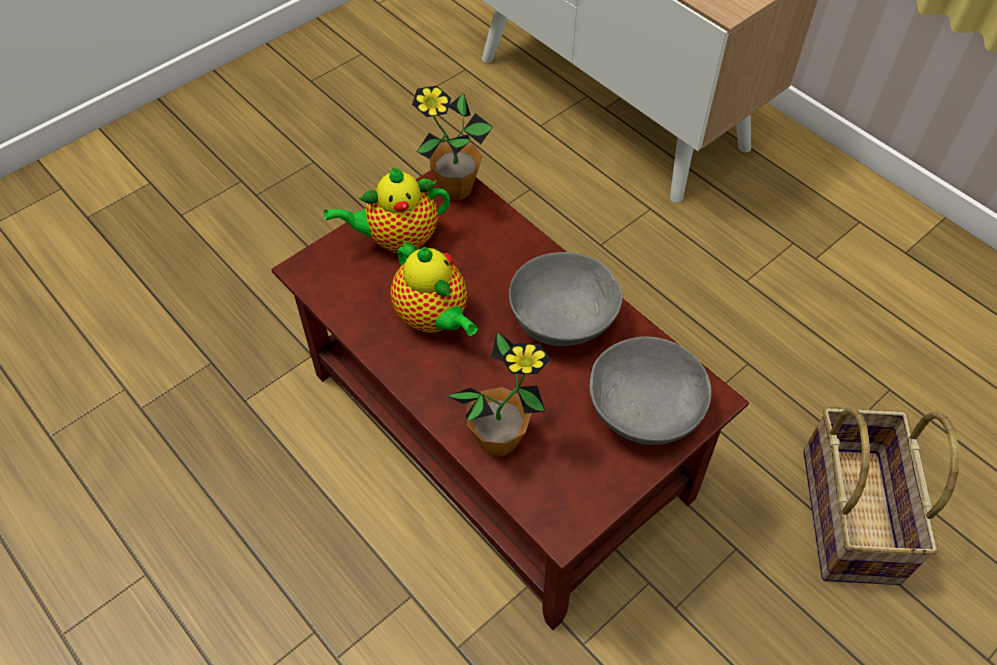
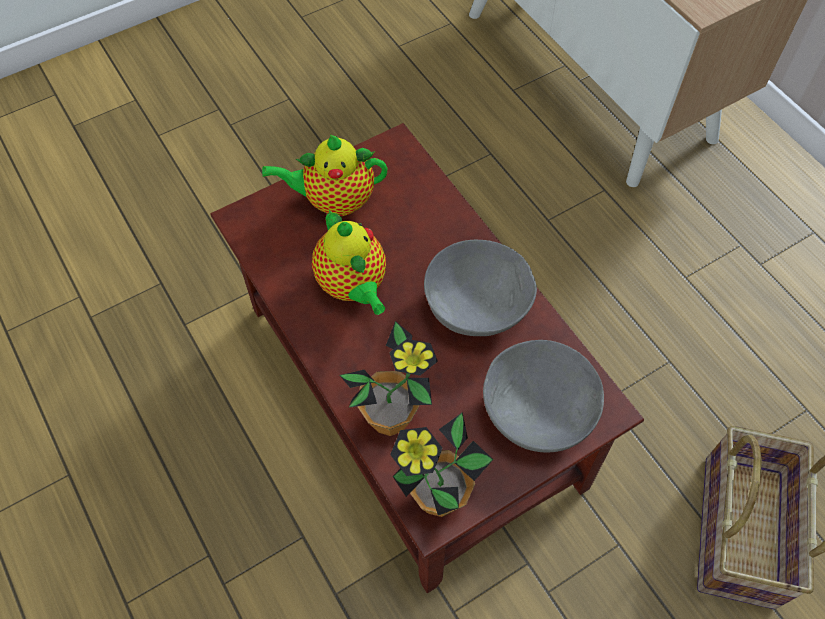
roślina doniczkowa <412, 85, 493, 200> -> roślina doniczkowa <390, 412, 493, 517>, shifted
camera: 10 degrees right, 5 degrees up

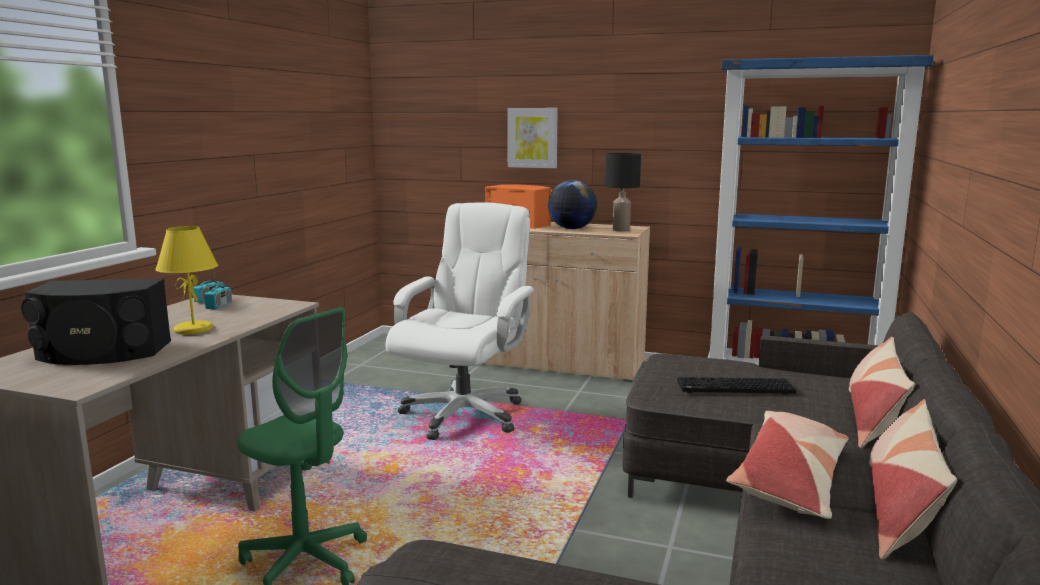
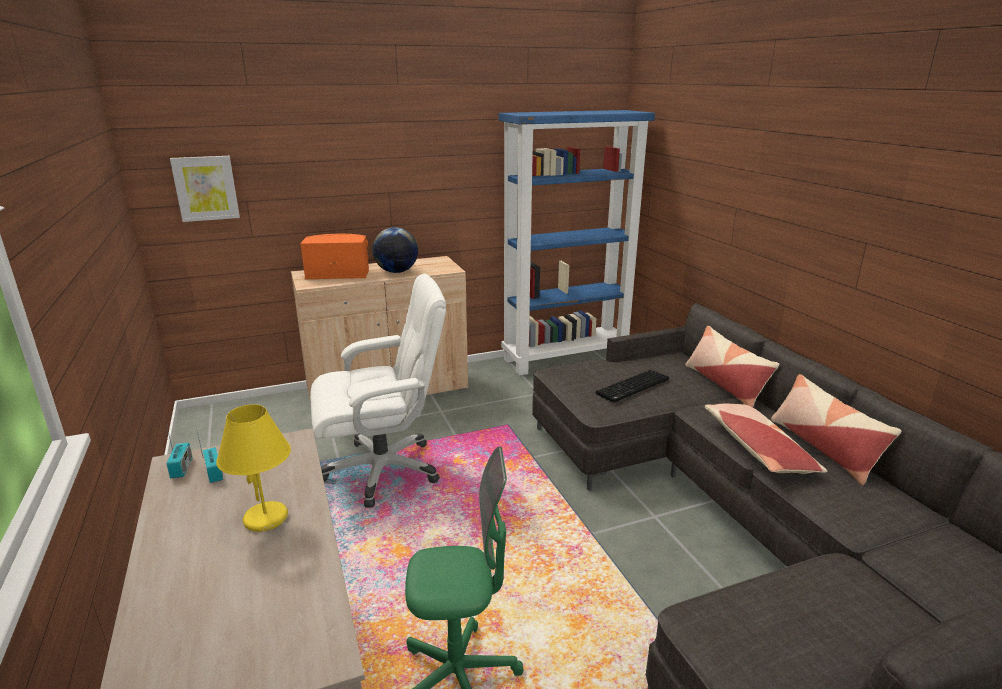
głośnik (czarny) <21, 278, 171, 365> -> none
krzesło biurowe (biały) <386, 202, 536, 440> -> krzesło biurowe (biały) <310, 274, 446, 508>, 90 degrees clockwise
obraz <507, 108, 558, 168> -> obraz <170, 156, 240, 222>, shifted
lampa stołowa (czarny) <605, 153, 641, 232> -> none
camera: 40 degrees left, 10 degrees up

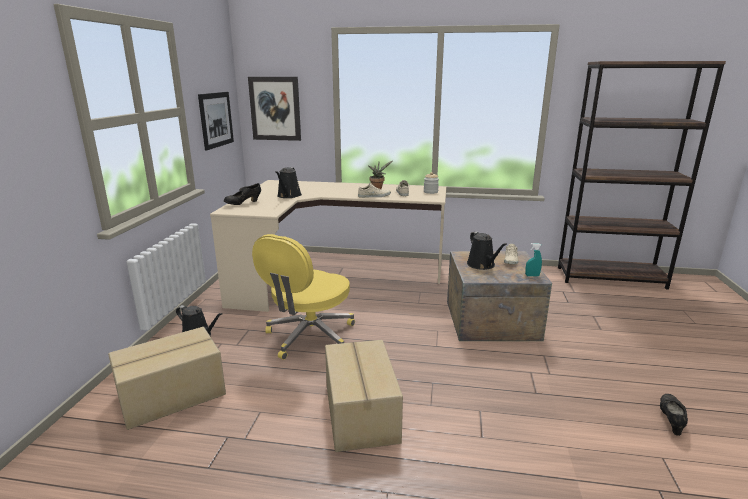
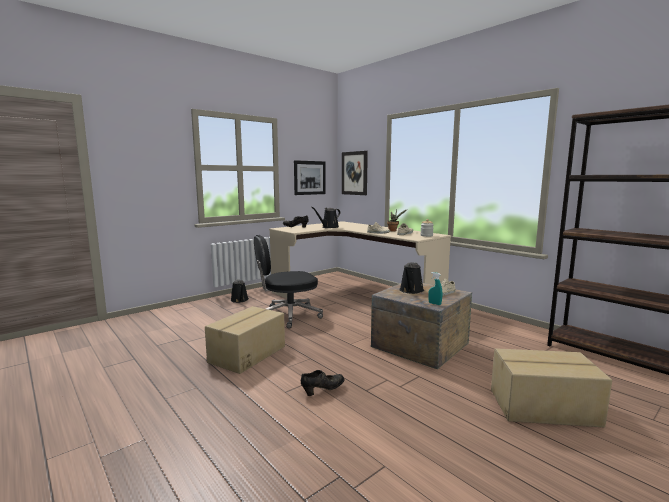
karton <108, 327, 226, 430> -> karton <491, 348, 612, 427>, shifted
krzesło biurowe (żółty) <252, 234, 355, 360> -> krzesło biurowe (czarny) <254, 235, 323, 328>
but (czarny) <660, 394, 688, 436> -> but (czarny) <301, 370, 345, 396>, shifted
camera: 40 degrees right, 10 degrees down

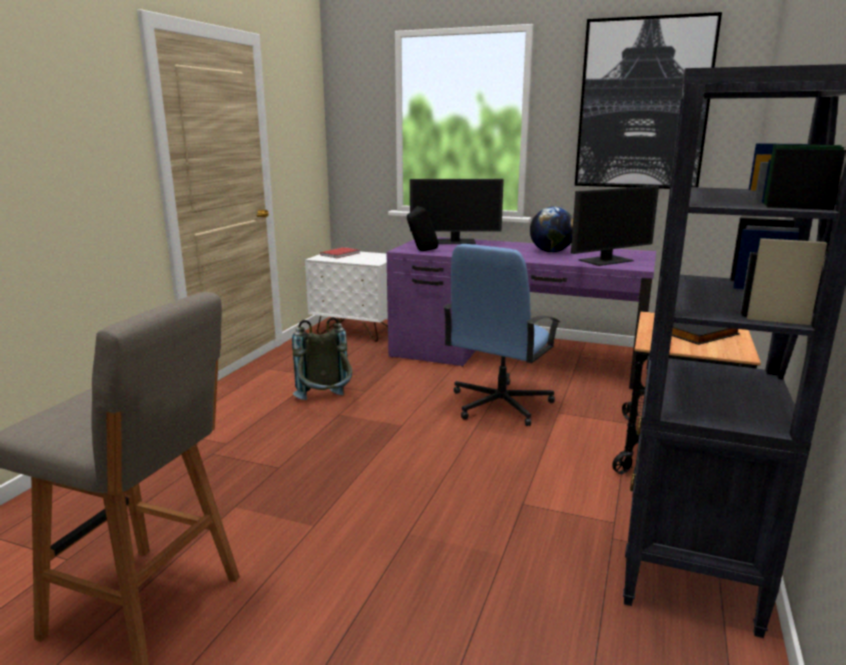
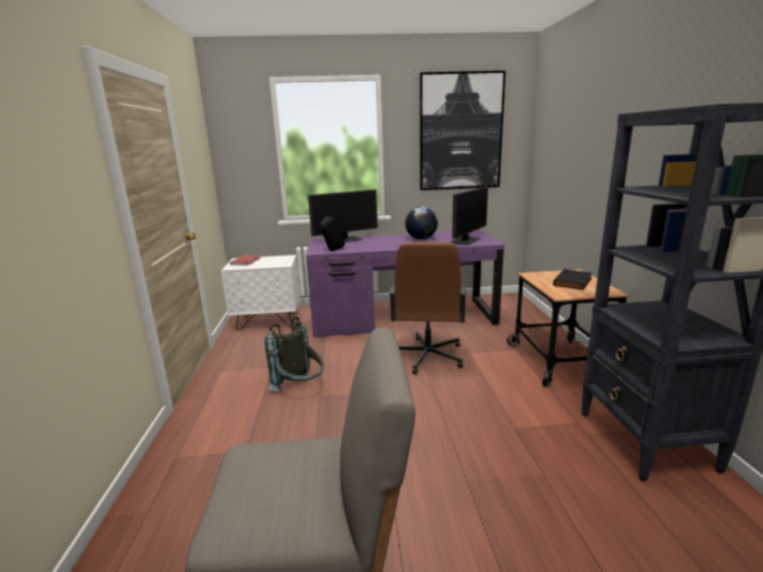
krzesło biurowe (niebieski) <443, 244, 560, 426> -> krzesło biurowe (brązowy) <389, 242, 467, 375>
camera: 25 degrees left, 0 degrees up

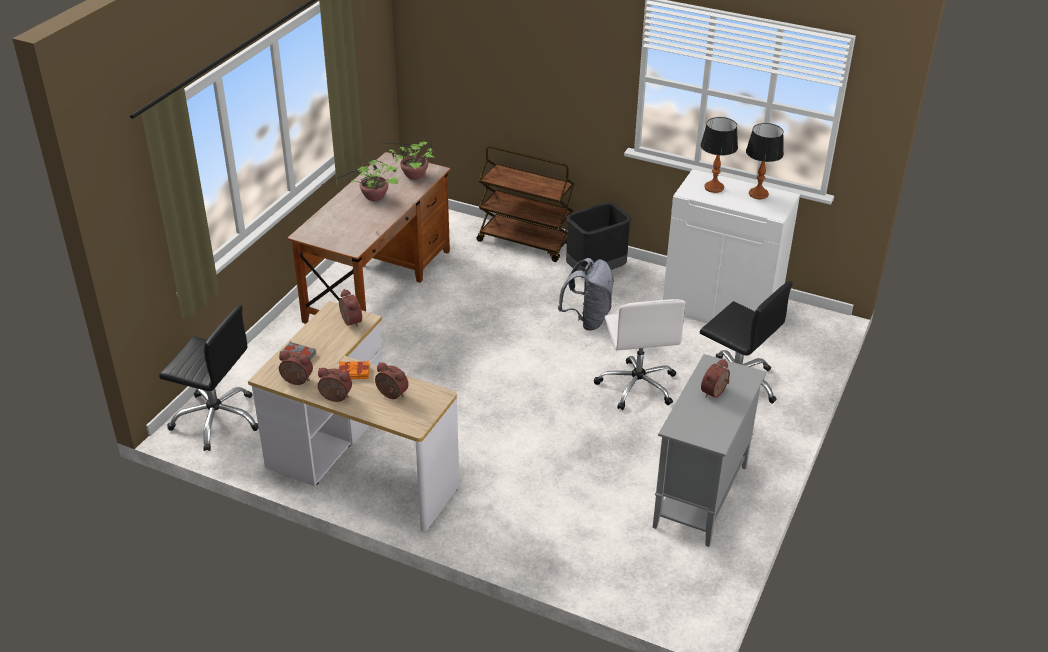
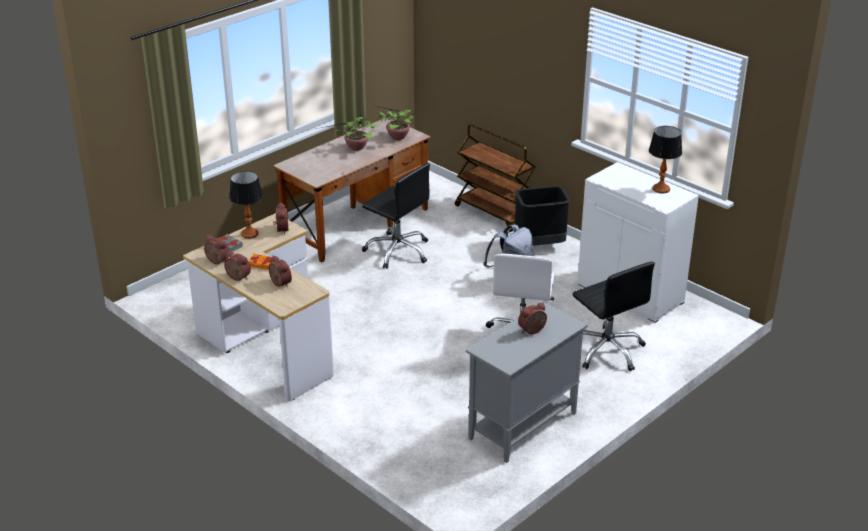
krzesło biurowe (czarny) <159, 305, 259, 451> -> krzesło biurowe (czarny) <362, 163, 430, 269>, shifted
lampa stołowa <701, 117, 738, 193> -> lampa stołowa <229, 171, 263, 239>, shifted
camera: 20 degrees right, 5 degrees down

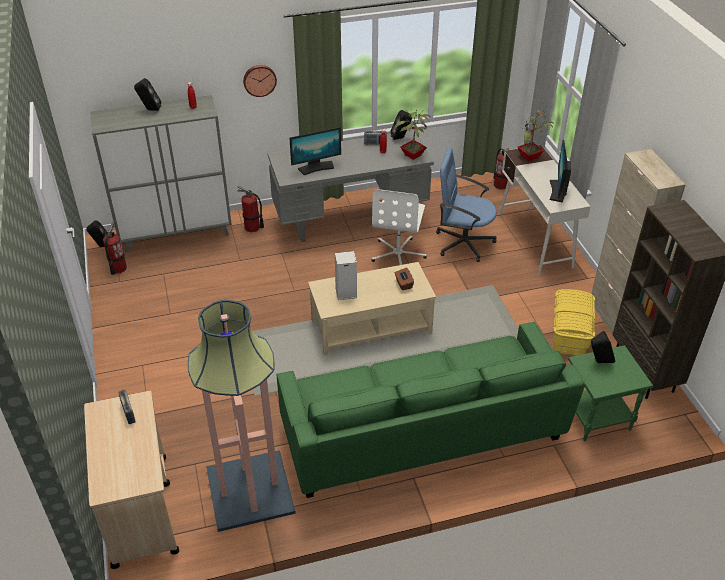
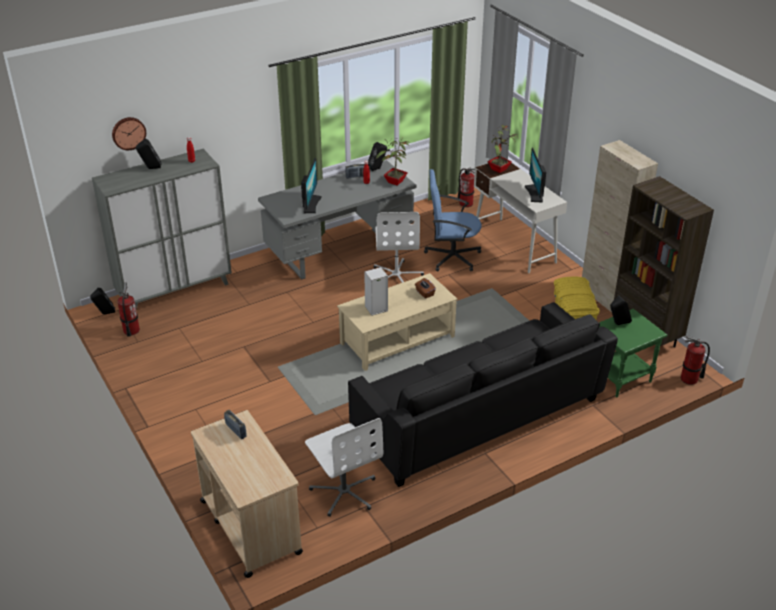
lampa stojąca <188, 300, 296, 532> -> krzesło biurowe (biały) <305, 418, 383, 517>
gaśnica <237, 186, 264, 232> -> gaśnica <681, 336, 710, 385>, shifted
zegar ścienny <243, 65, 277, 97> -> zegar ścienny <112, 117, 146, 150>, shifted
kanapa (zielony) <277, 322, 585, 498> -> kanapa (czarny) <348, 302, 618, 487>
monitor <289, 127, 341, 175> -> monitor <301, 158, 322, 213>, 45 degrees counterclockwise
camera: 15 degrees left, 5 degrees down

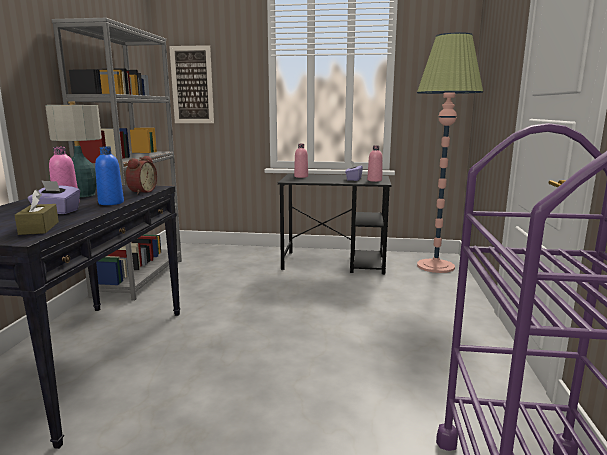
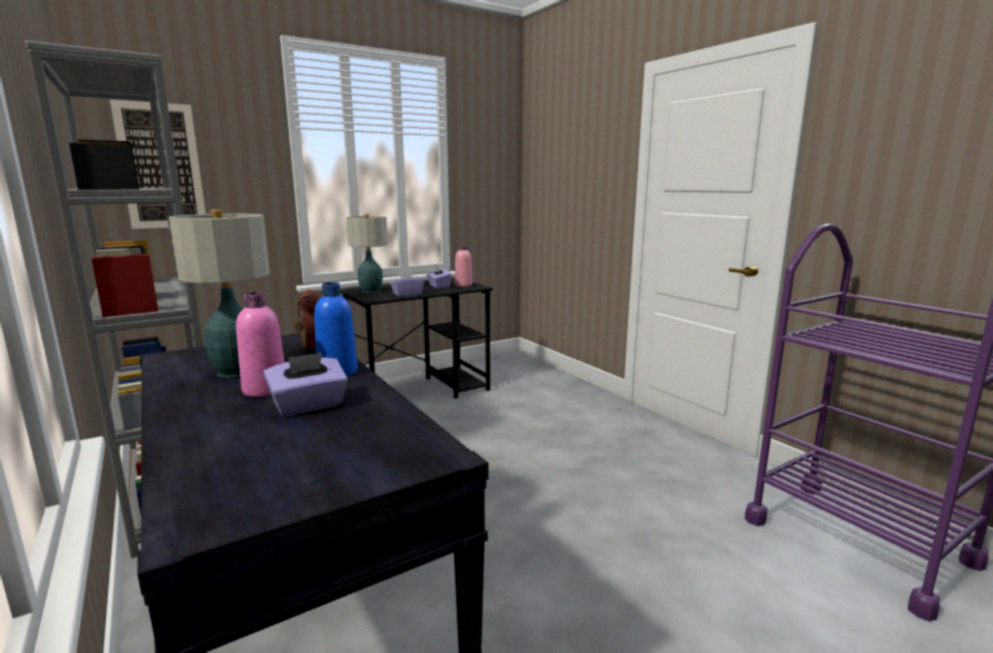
pudełko chusteczek (brązowy) <15, 189, 59, 235> -> none
butelka (różowy) <294, 144, 308, 178> -> lampa stołowa <346, 214, 388, 293>
lampa stojąca <417, 32, 483, 273> -> none
none -> pudełko chusteczek (fioletowy) <390, 271, 424, 297>
camera: 40 degrees left, 0 degrees up

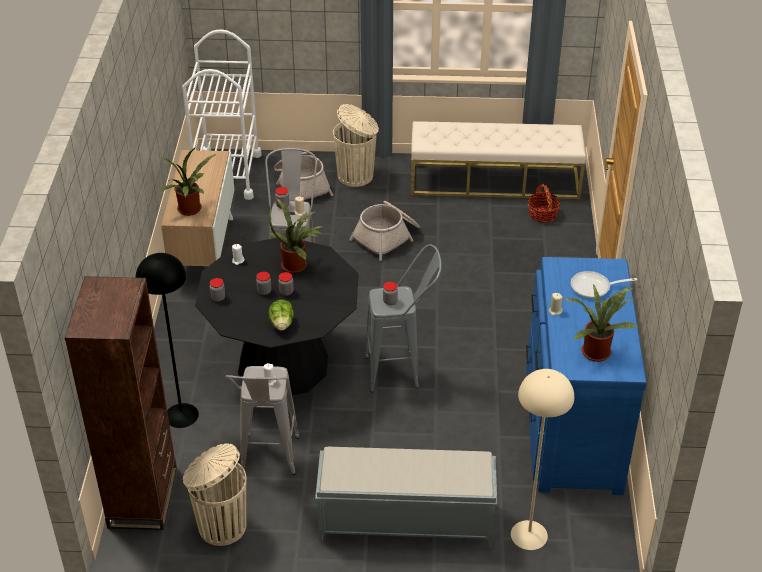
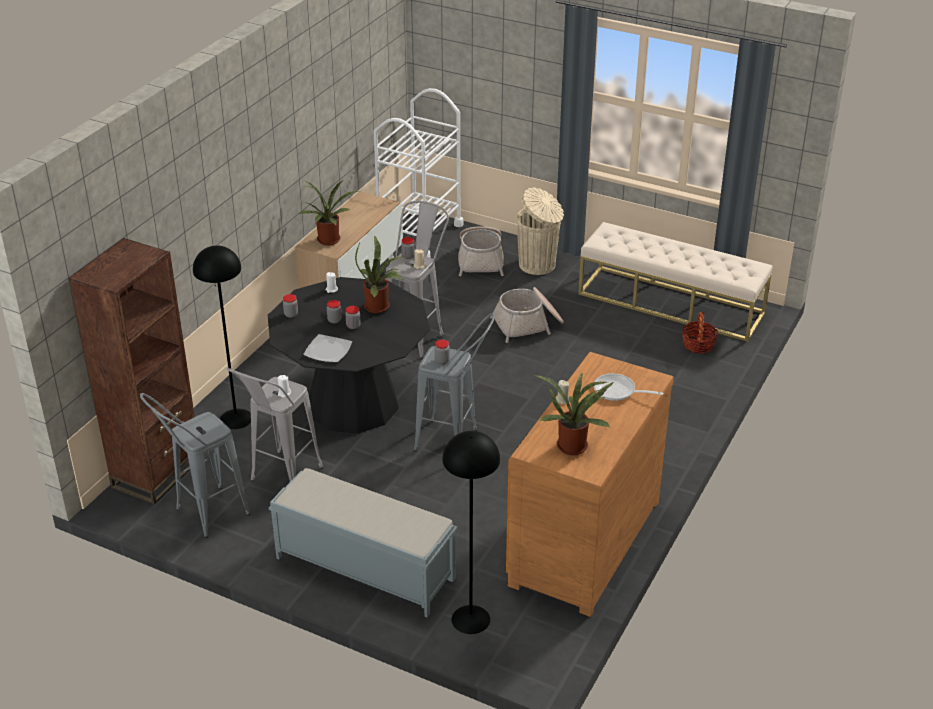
kosz na śmieci (beżowy) <183, 443, 247, 546> -> stołek (szary) <140, 393, 250, 538>
sałata <268, 300, 294, 331> -> talerz <303, 334, 352, 363>
lampa stojąca (beżowy) <511, 369, 574, 550> -> lampa stojąca (czarny) <442, 431, 500, 634>
komoda (niebieski) <526, 257, 647, 495> -> komoda (brązowy) <506, 352, 674, 617>
camera: 25 degrees right, 5 degrees down

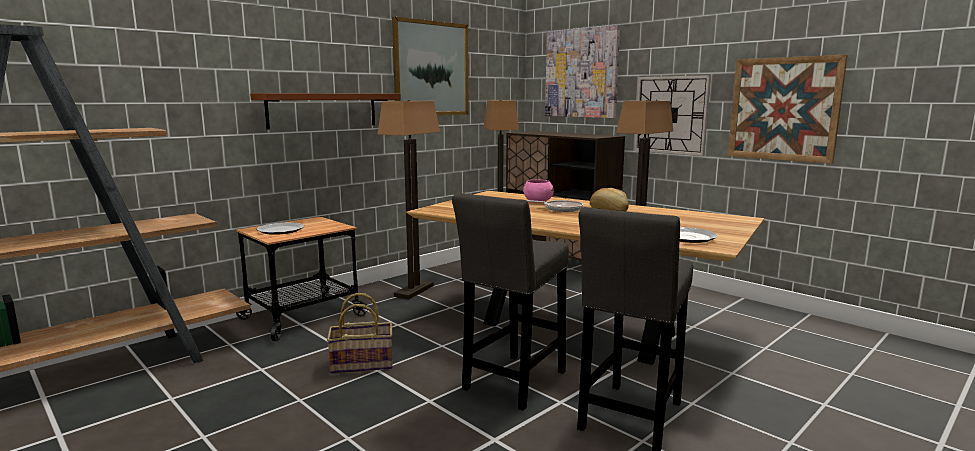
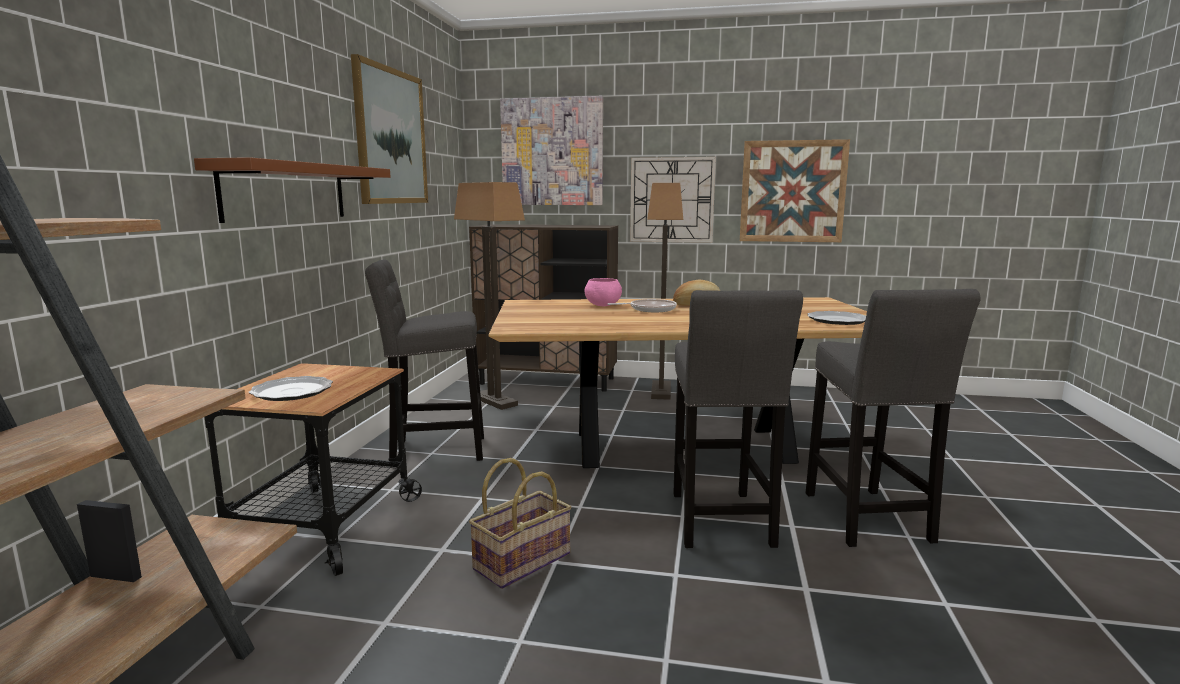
lampa stojąca <377, 100, 440, 300> -> stołek (szary) <365, 259, 484, 461>
camera: 35 degrees left, 0 degrees up

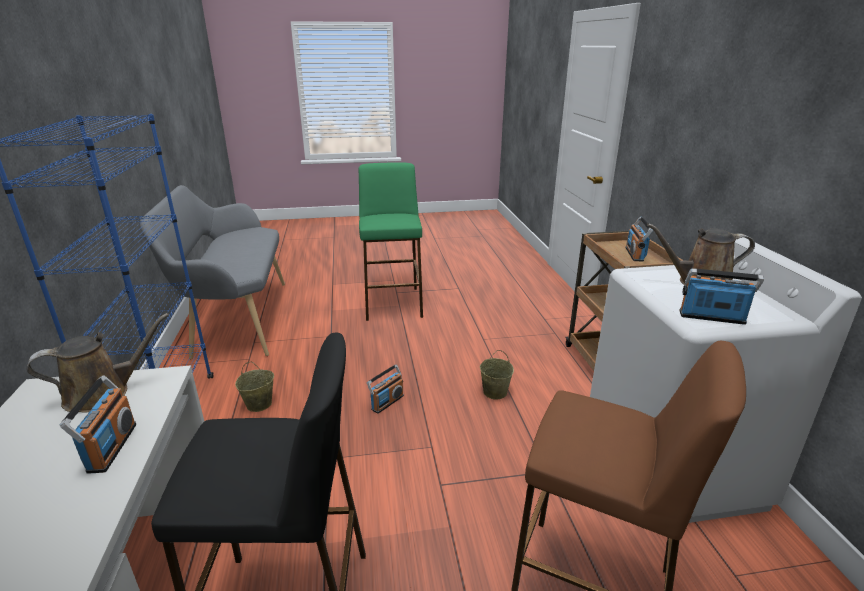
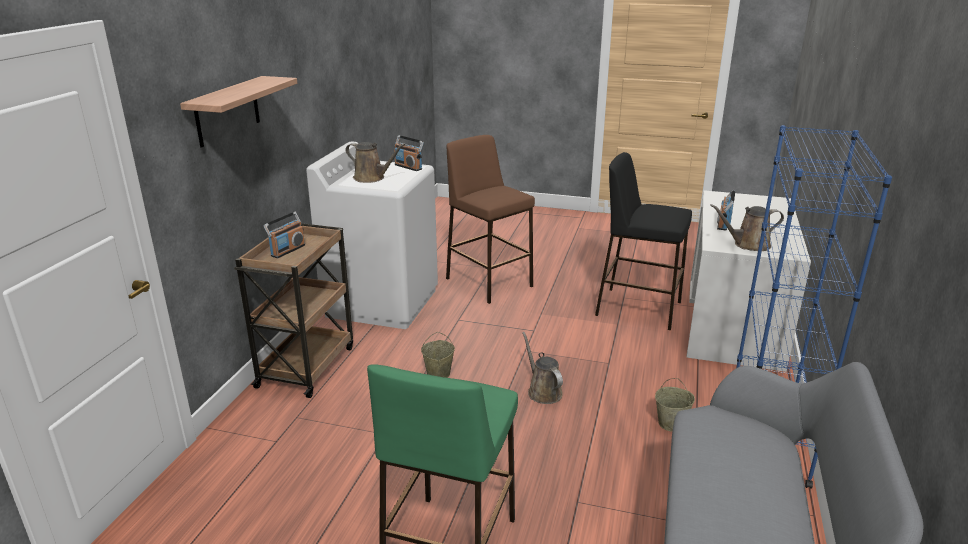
radio <367, 365, 404, 414> -> konewka (brązowy) <522, 332, 563, 404>
none -> półka <180, 76, 297, 148>
camera: 155 degrees left, 0 degrees up

